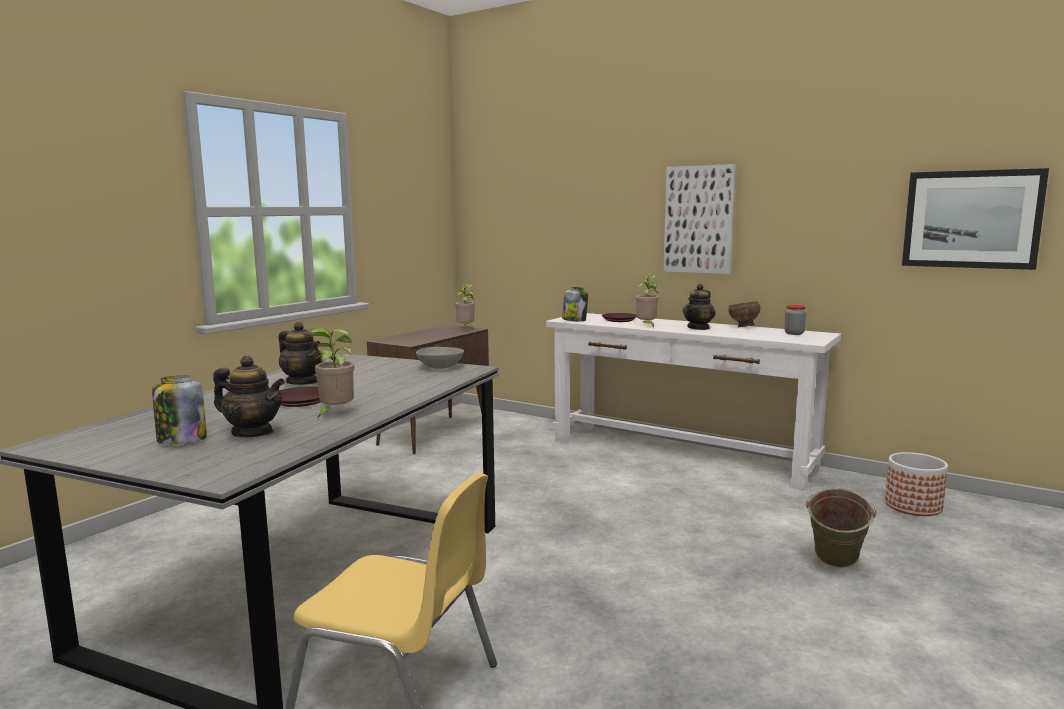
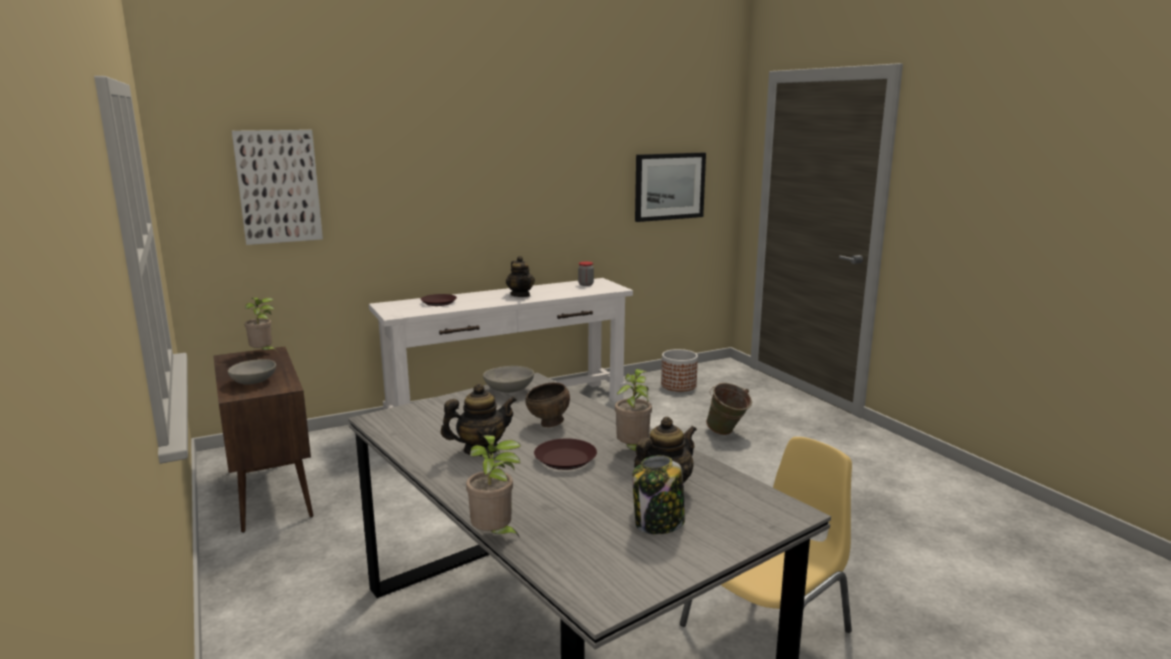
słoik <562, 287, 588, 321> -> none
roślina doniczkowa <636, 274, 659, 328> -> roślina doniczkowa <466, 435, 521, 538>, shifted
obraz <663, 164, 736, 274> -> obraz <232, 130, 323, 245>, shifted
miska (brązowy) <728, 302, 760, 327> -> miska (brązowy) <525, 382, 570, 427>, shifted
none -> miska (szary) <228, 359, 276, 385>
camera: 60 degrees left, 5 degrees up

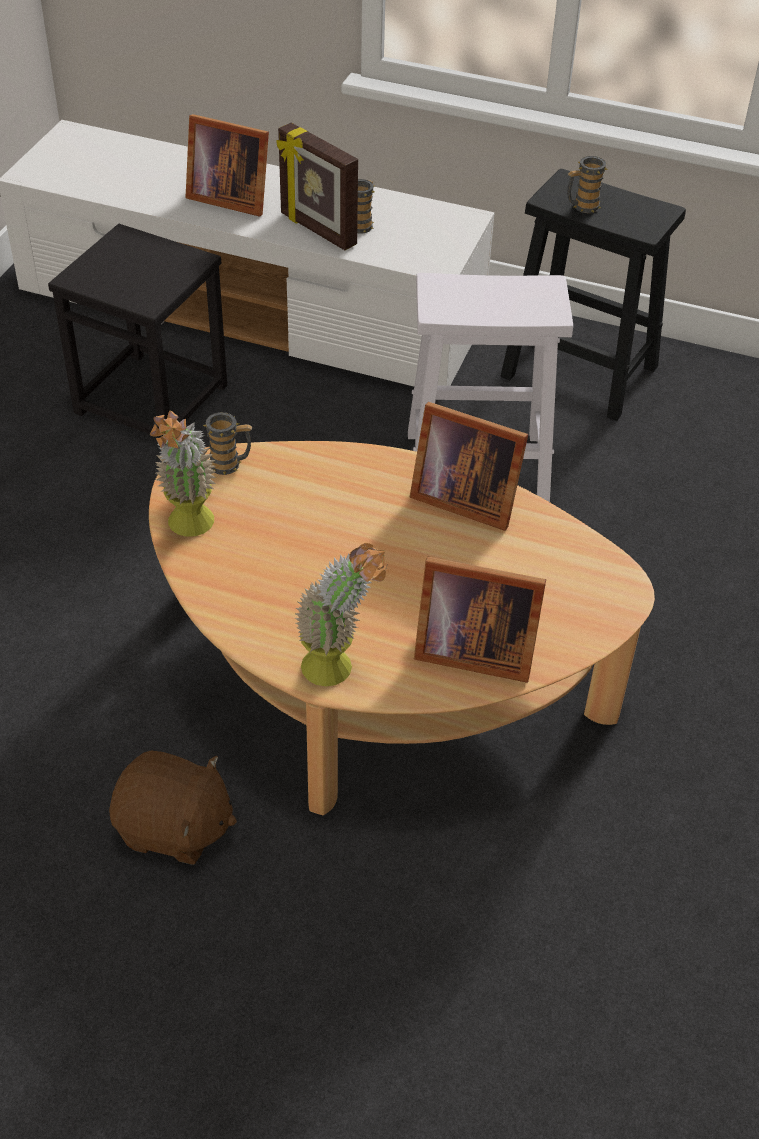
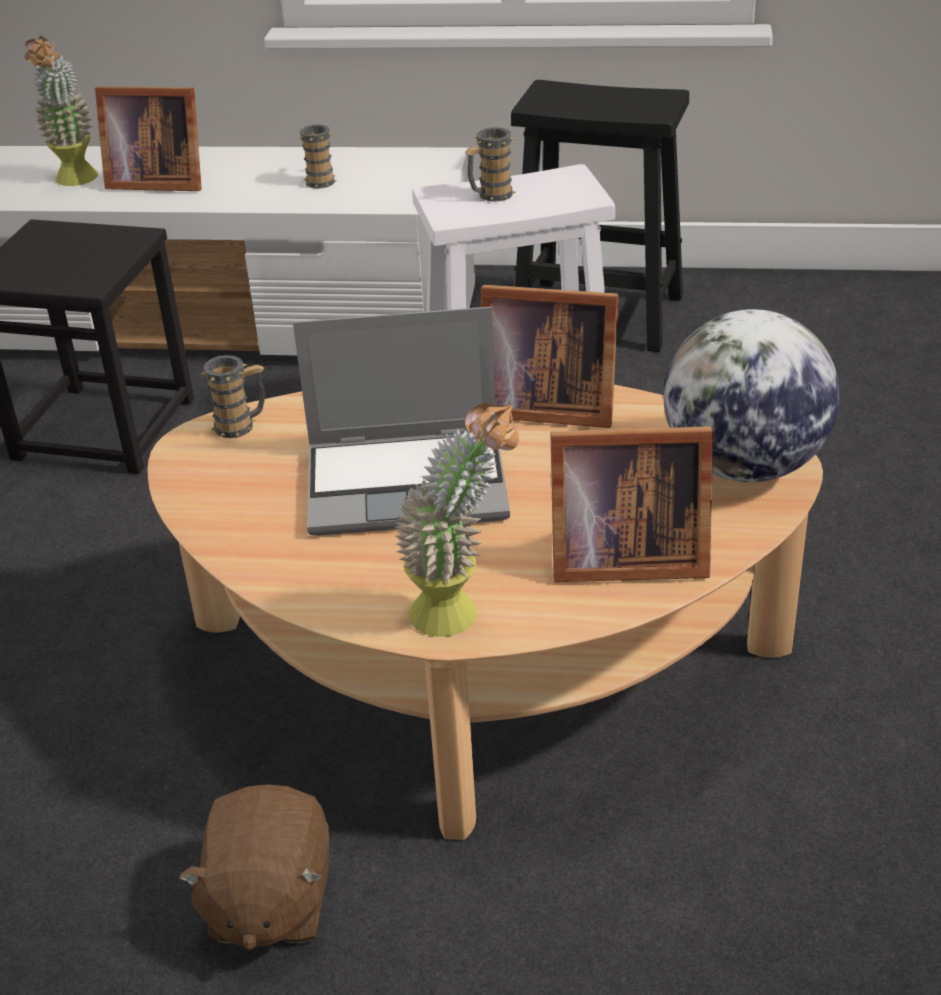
pluszak (brązowy) <109, 750, 237, 865> -> pluszak (brązowy) <178, 784, 329, 950>, 90 degrees clockwise
roślina doniczkowa <150, 410, 216, 537> -> roślina doniczkowa <24, 35, 98, 186>, shifted
ramka na zdjęcie <276, 123, 358, 250> -> none
kubek <567, 156, 608, 213> -> kubek <465, 127, 516, 202>, shifted
none -> laptop <293, 307, 510, 536>
none -> globus <664, 309, 840, 482>
camera: 10 degrees left, 10 degrees down

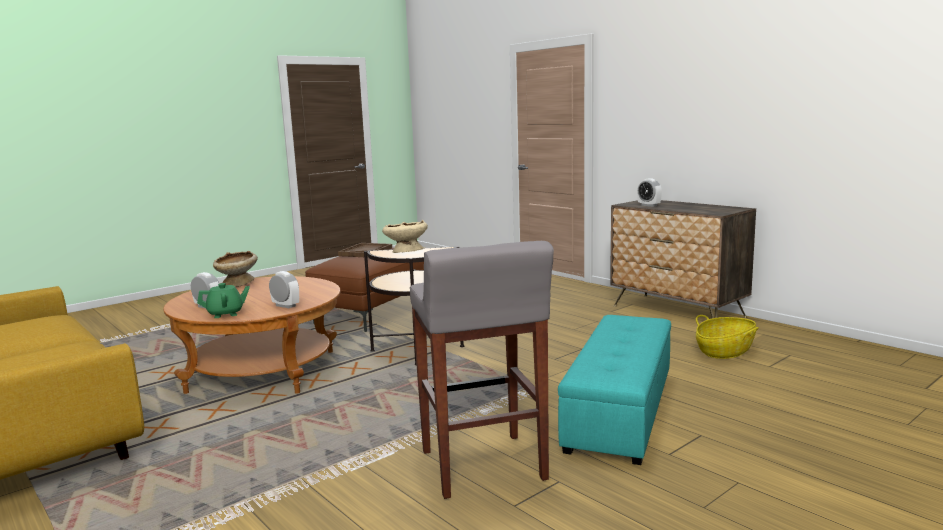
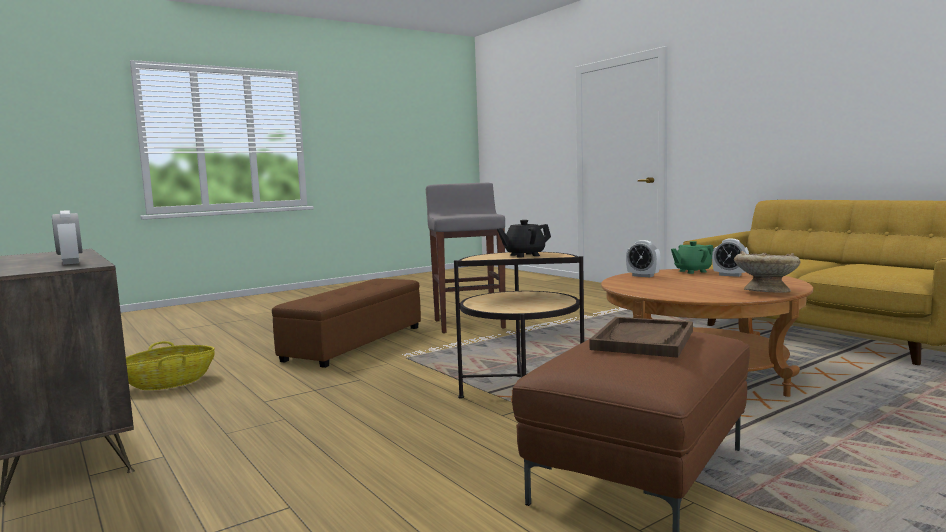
miska (beżowy) <382, 220, 428, 253> -> imbryk (czarny) <497, 220, 551, 258>
pufa (turkusowy) <558, 315, 671, 465> -> pufa (brązowy) <272, 278, 421, 368>
camera: 175 degrees left, 5 degrees down

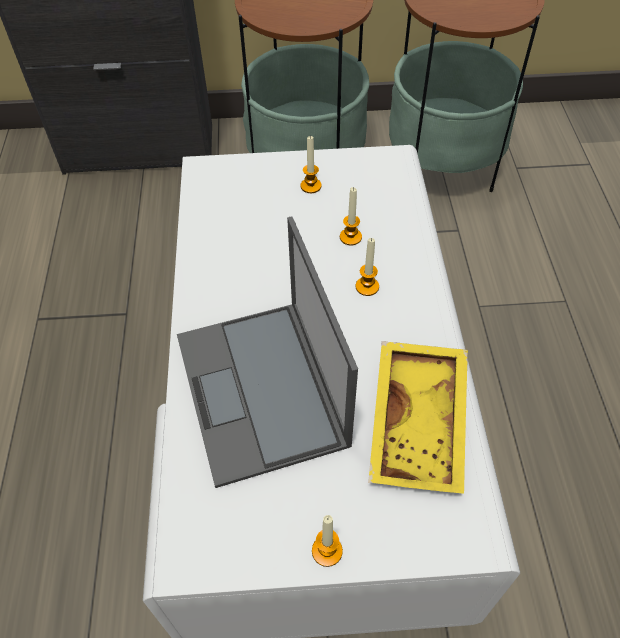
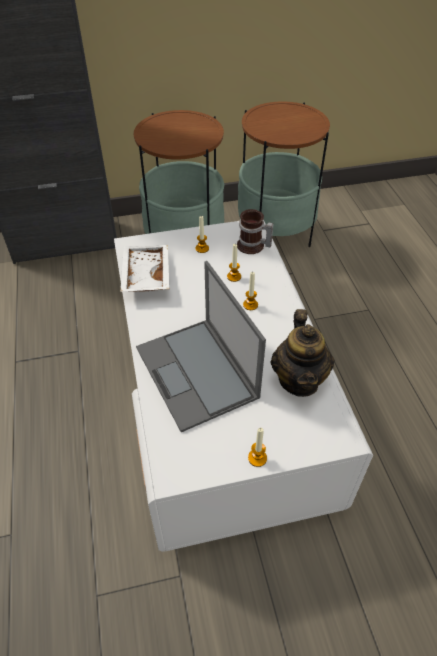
taca (żółty) <368, 341, 468, 494> -> imbryk <271, 309, 334, 397>
none -> taca (biały) <120, 245, 169, 292>
none -> kubek <237, 209, 273, 254>
camera: 10 degrees left, 5 degrees down

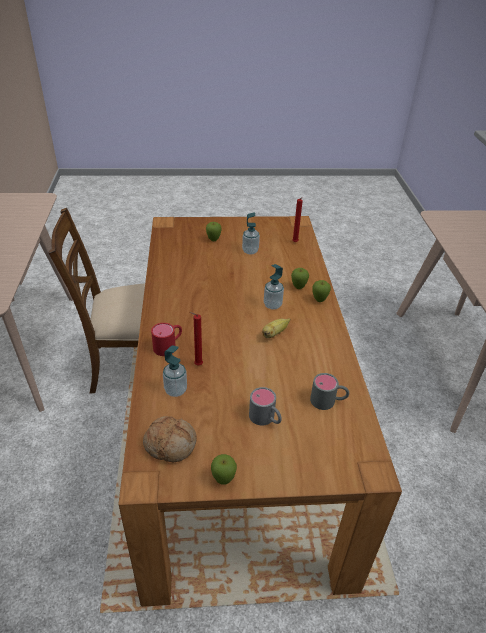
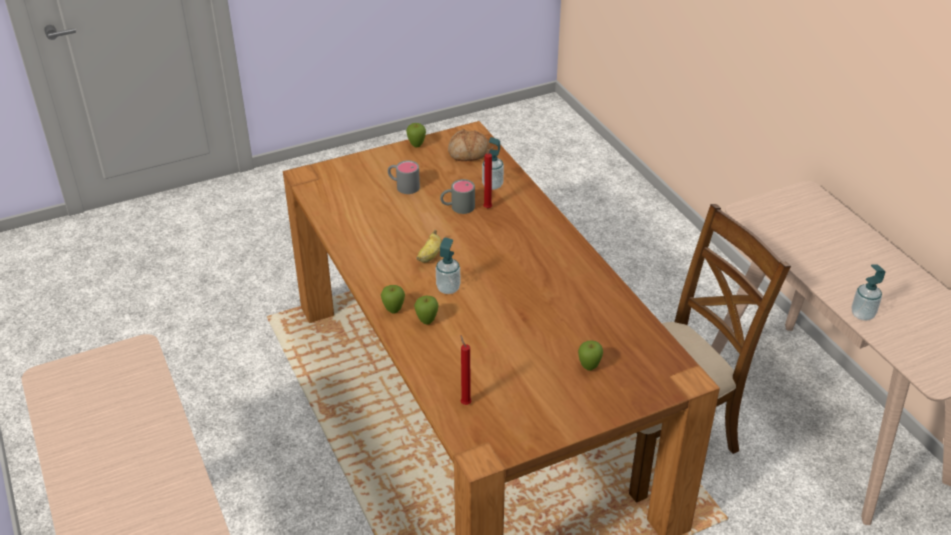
kubek (czerwony) <151, 323, 182, 356> -> none
dozownik mydła <242, 212, 260, 255> -> dozownik mydła <852, 264, 885, 321>, shifted
kubek (szary) <310, 373, 349, 410> -> kubek (szary) <440, 179, 475, 214>, shifted
camera: 160 degrees right, 0 degrees up

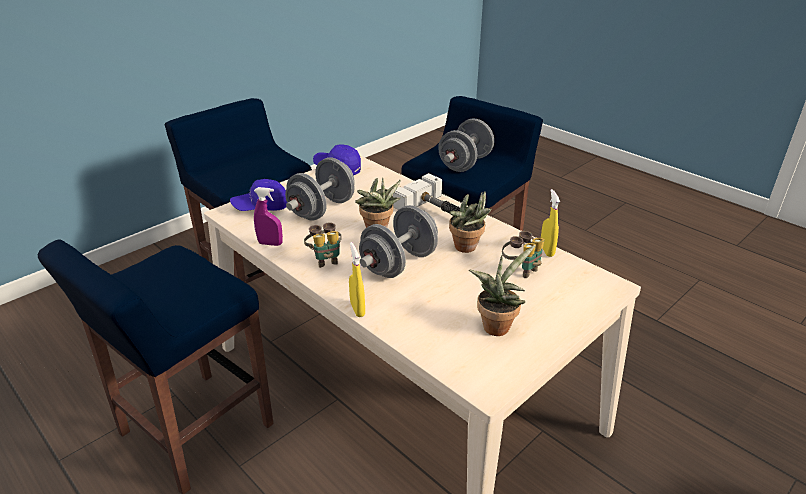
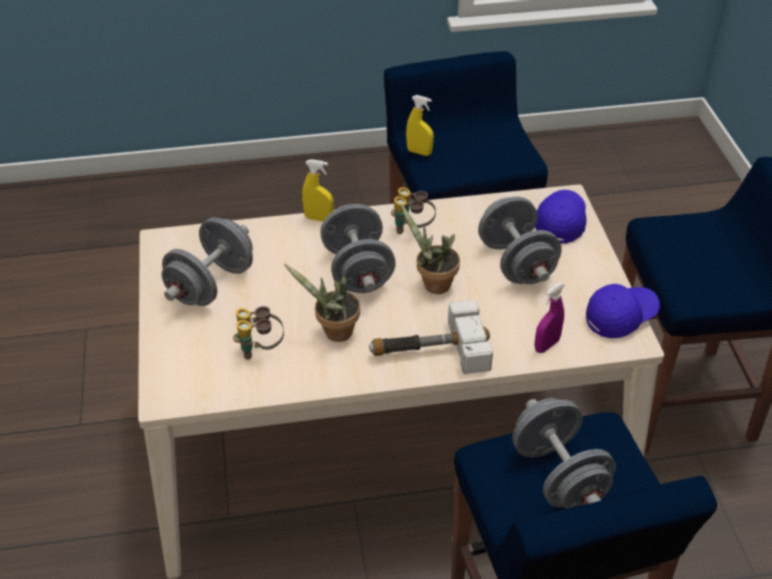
spryskiwacz (fioletowy) <254, 187, 283, 246> -> spryskiwacz (fioletowy) <535, 283, 564, 353>, shifted
roślina doniczkowa <469, 245, 535, 336> -> hantel (szary) <162, 218, 253, 306>
spryskiwacz (żółty) <541, 189, 560, 257> -> spryskiwacz (żółty) <406, 95, 434, 156>, shifted
camera: 125 degrees right, 10 degrees up

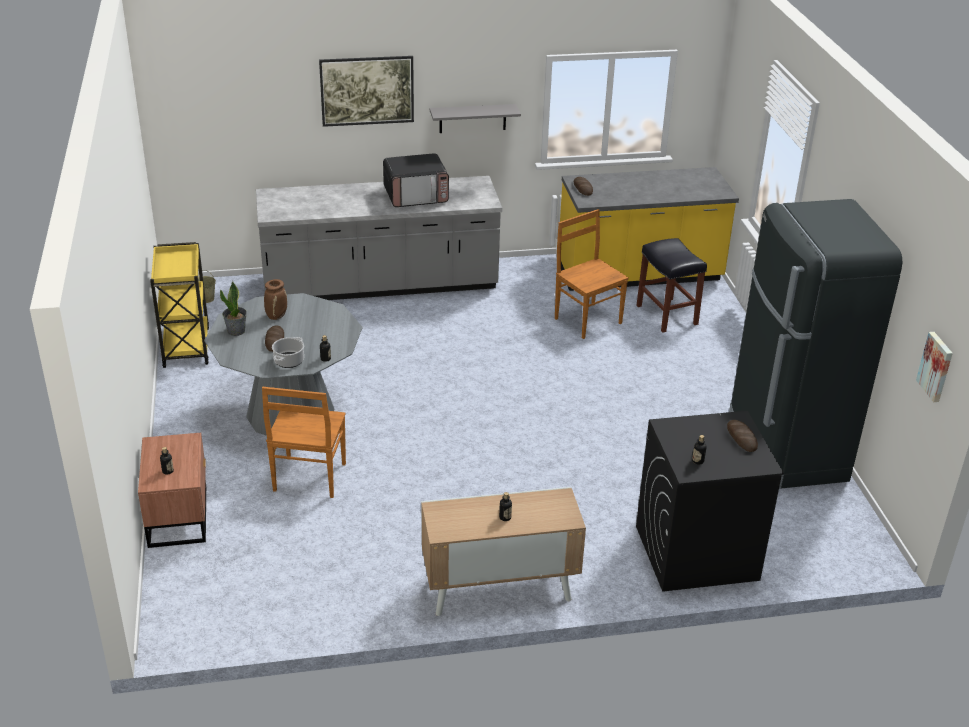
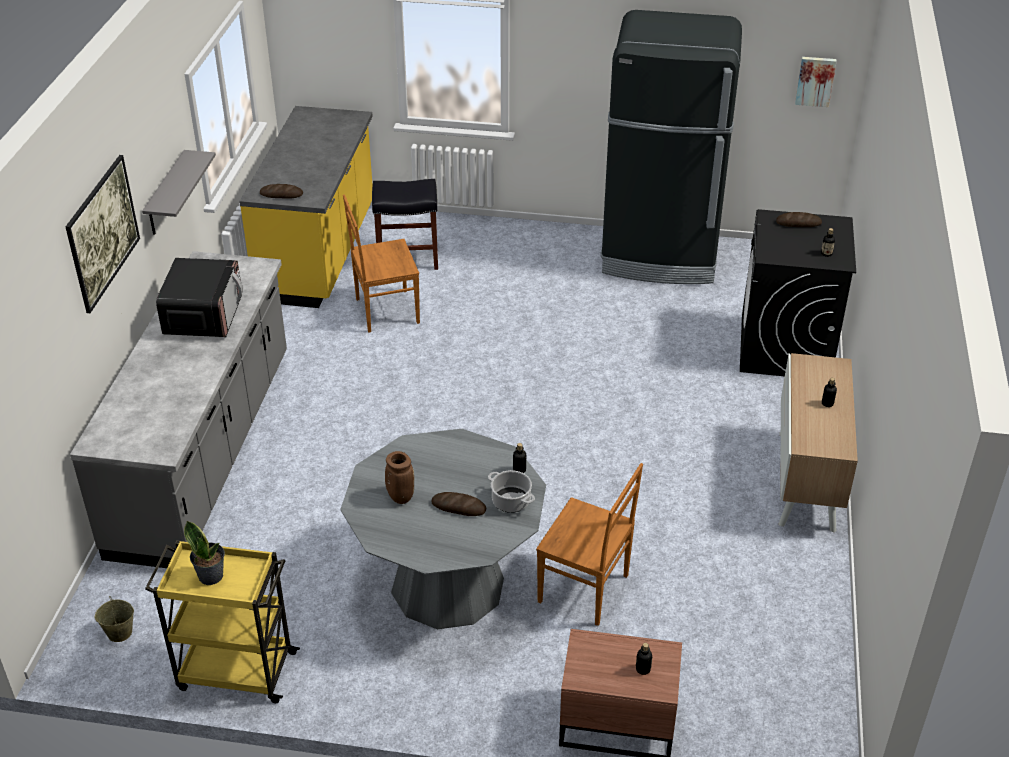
roślina doniczkowa <220, 281, 247, 336> -> roślina doniczkowa <184, 521, 225, 585>, shifted
camera: 70 degrees left, 5 degrees up

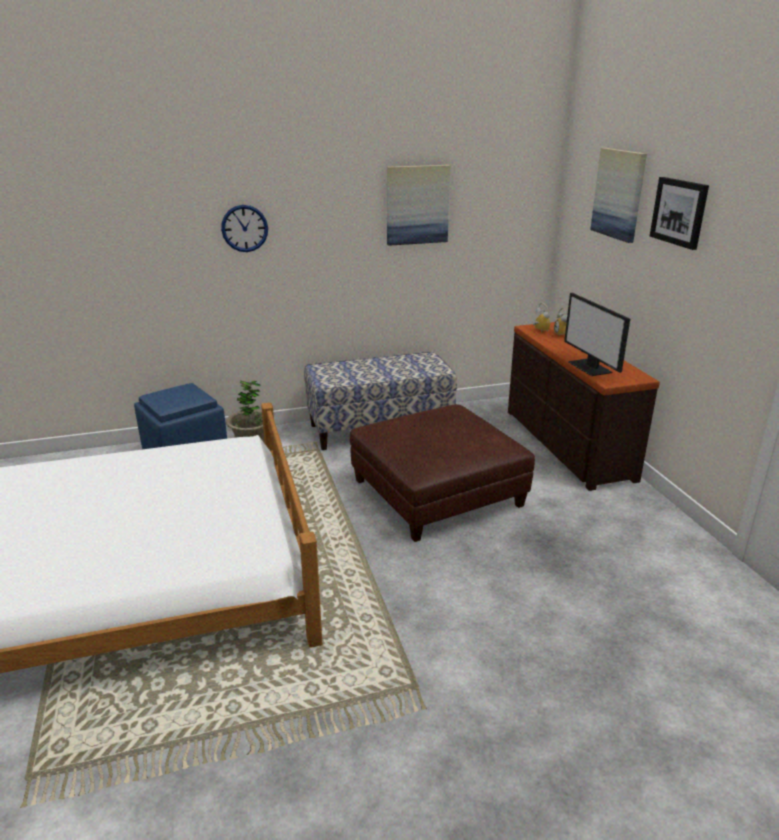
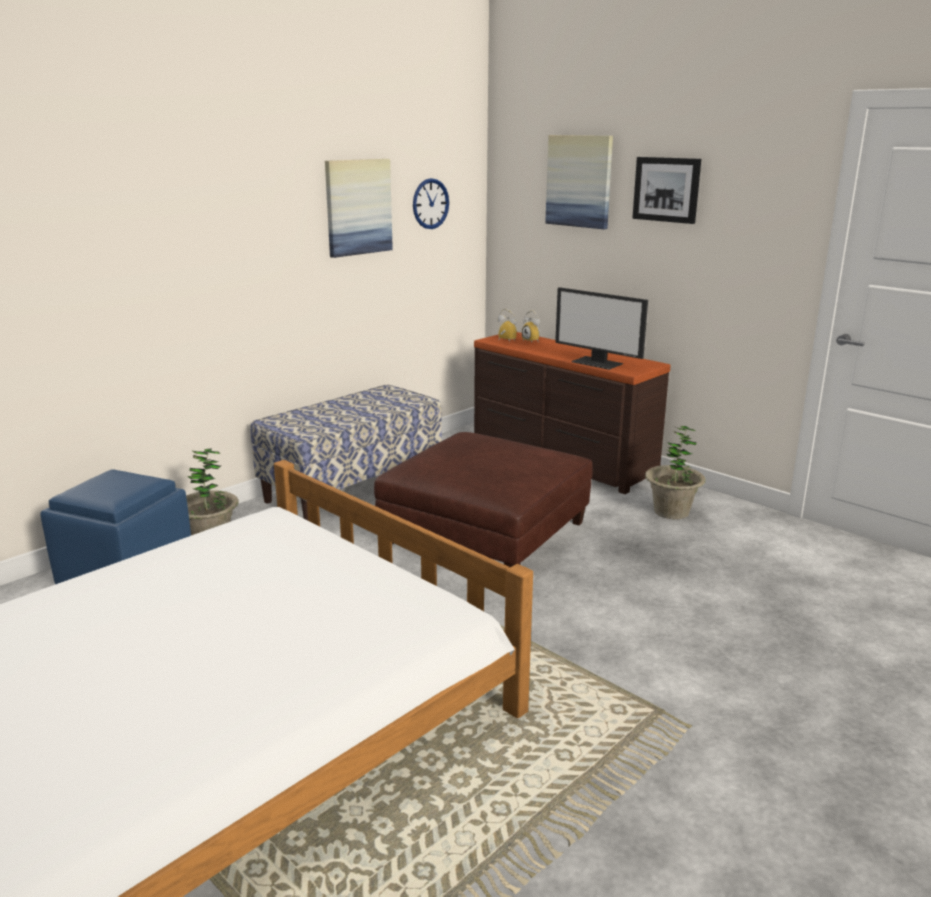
zegar ścienny <221, 205, 268, 252> -> zegar ścienny <413, 178, 449, 229>, shifted
none -> roślina doniczkowa <645, 426, 706, 519>
camera: 30 degrees left, 5 degrees down

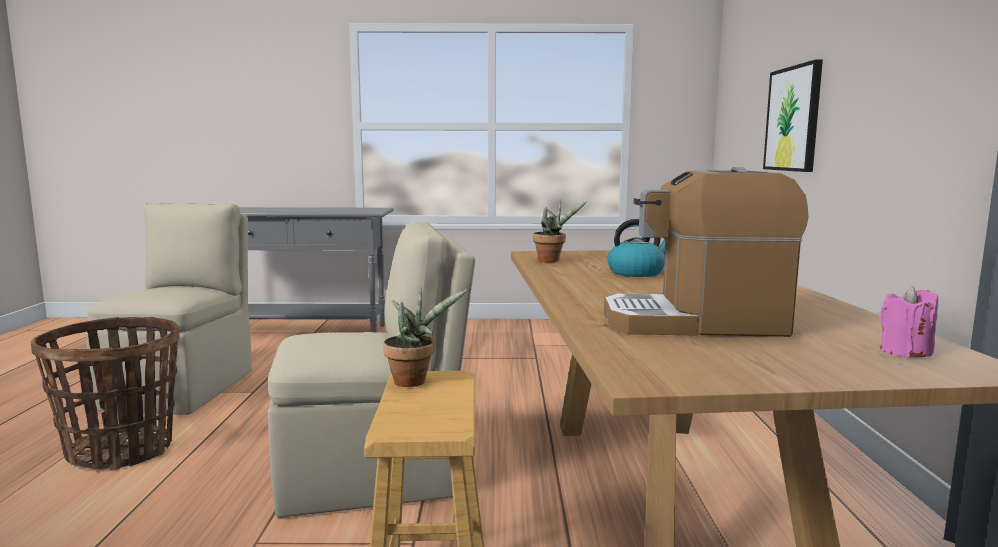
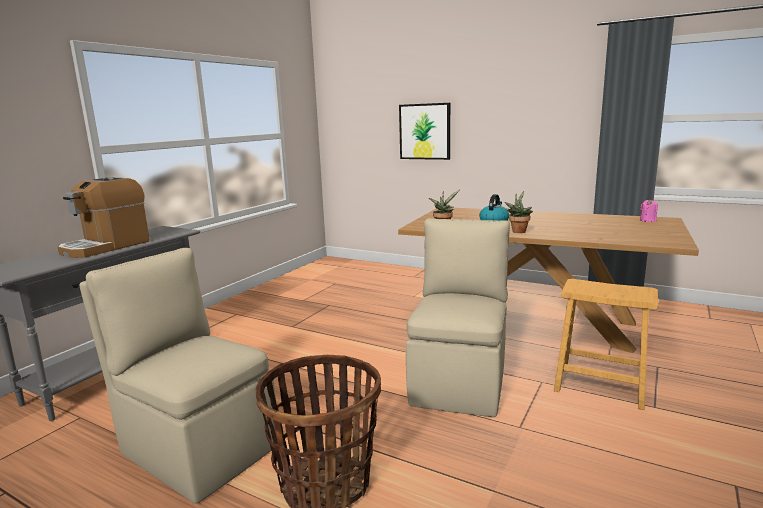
roślina doniczkowa <383, 287, 467, 387> -> roślina doniczkowa <505, 191, 533, 233>, shifted
ekspres do kawy <604, 167, 809, 337> -> ekspres do kawy <58, 177, 150, 258>, shifted
camera: 60 degrees left, 5 degrees up

